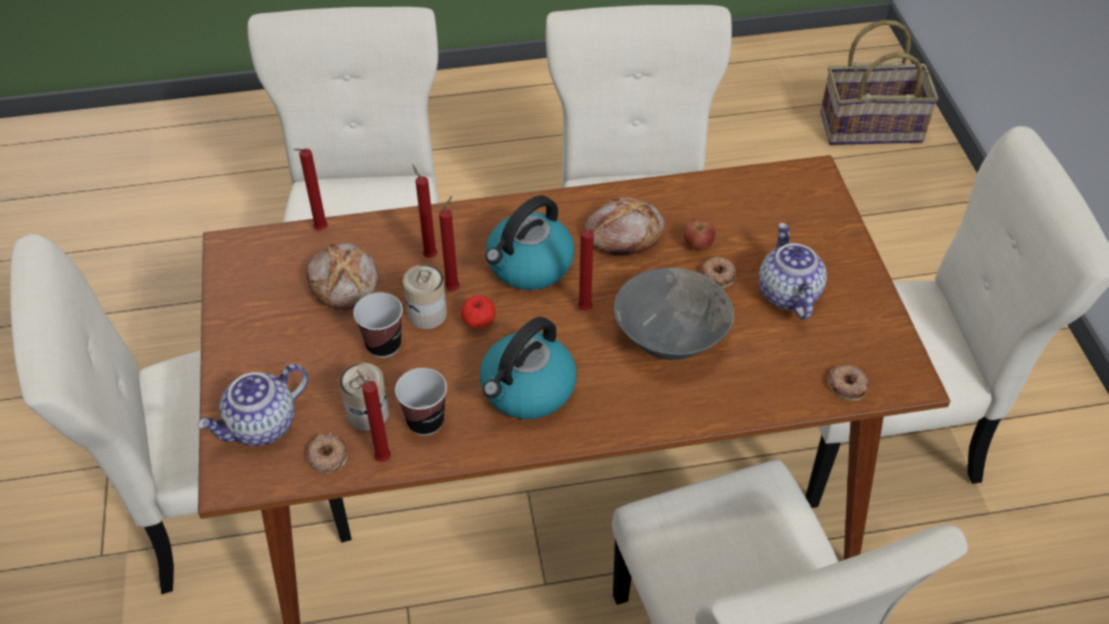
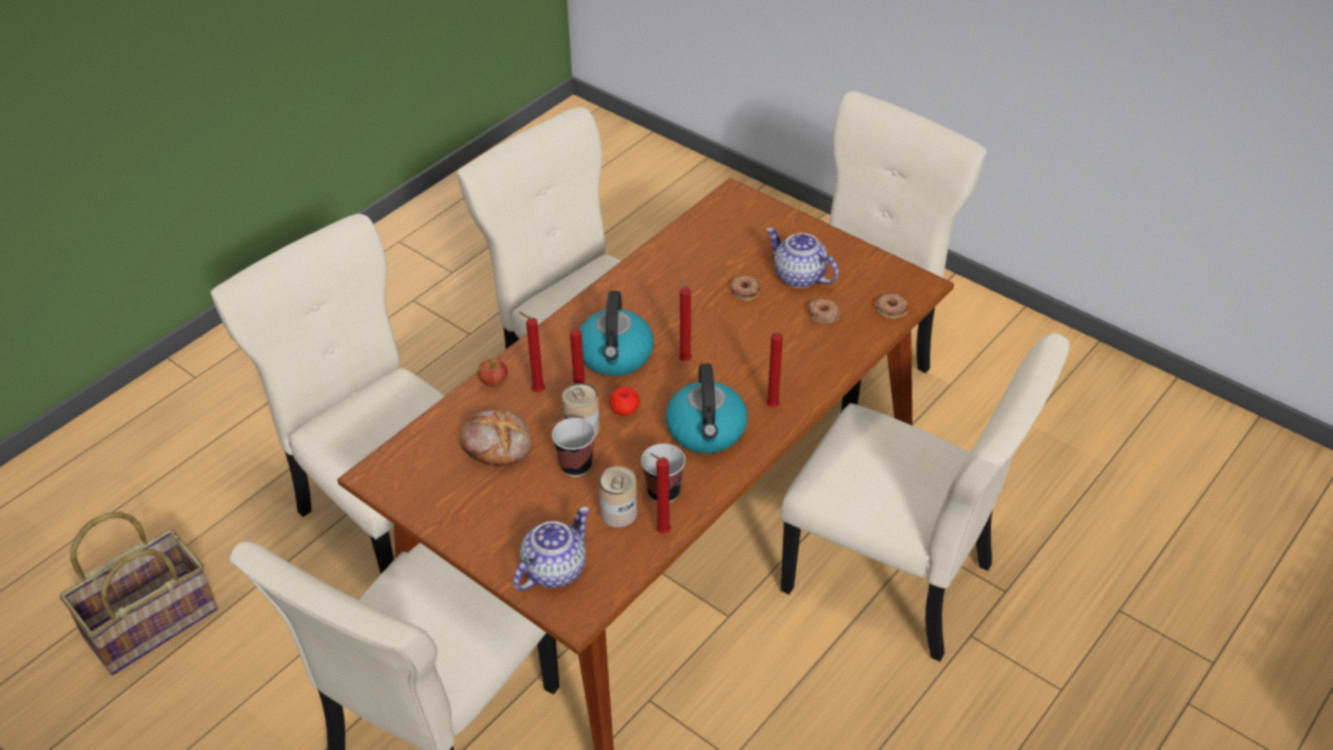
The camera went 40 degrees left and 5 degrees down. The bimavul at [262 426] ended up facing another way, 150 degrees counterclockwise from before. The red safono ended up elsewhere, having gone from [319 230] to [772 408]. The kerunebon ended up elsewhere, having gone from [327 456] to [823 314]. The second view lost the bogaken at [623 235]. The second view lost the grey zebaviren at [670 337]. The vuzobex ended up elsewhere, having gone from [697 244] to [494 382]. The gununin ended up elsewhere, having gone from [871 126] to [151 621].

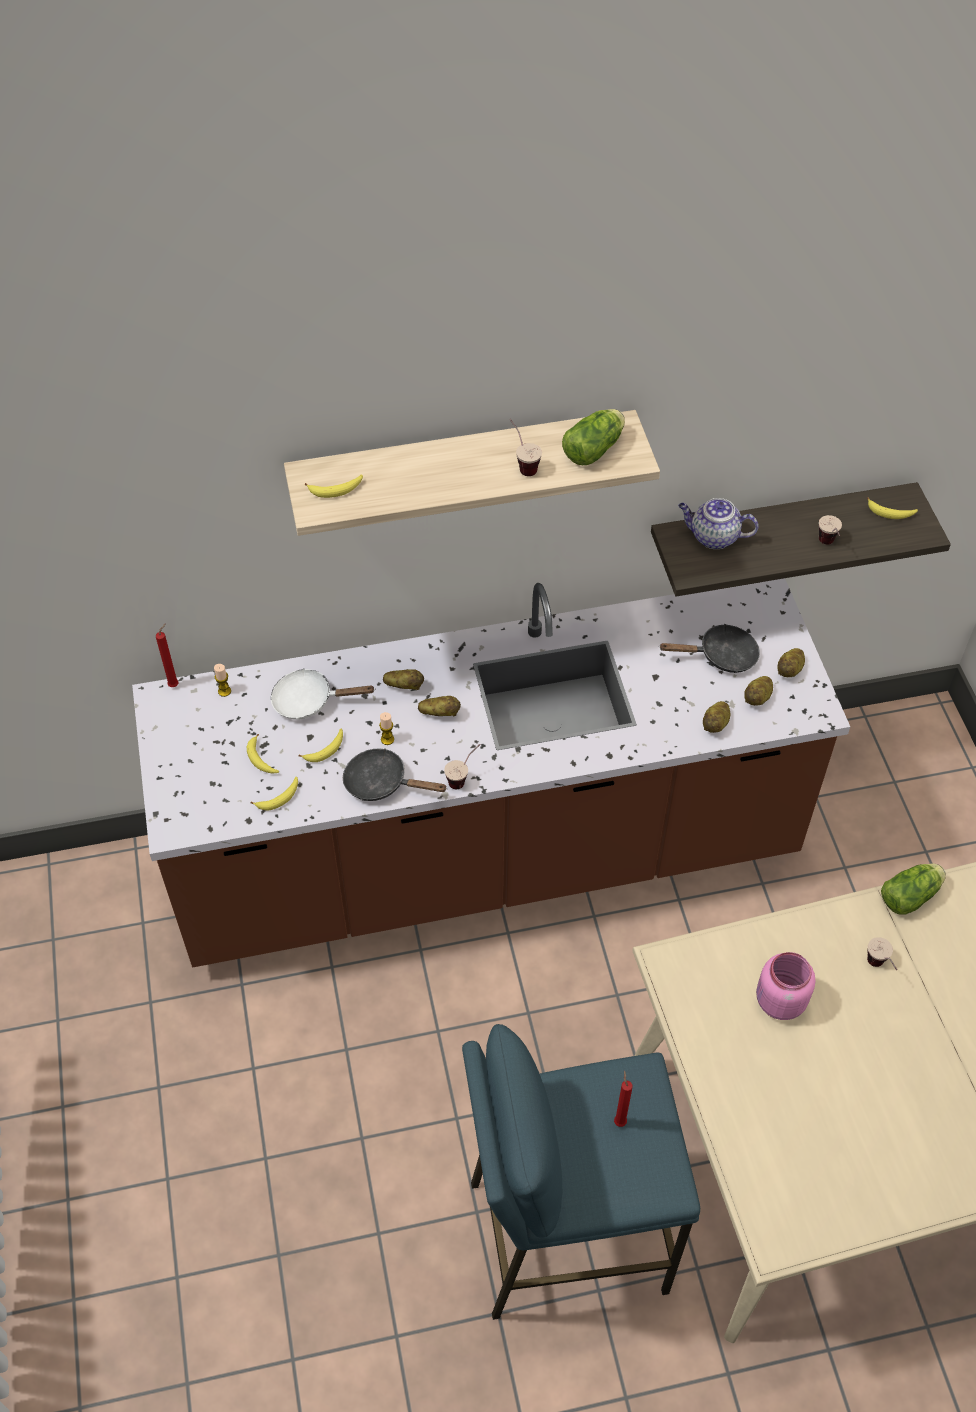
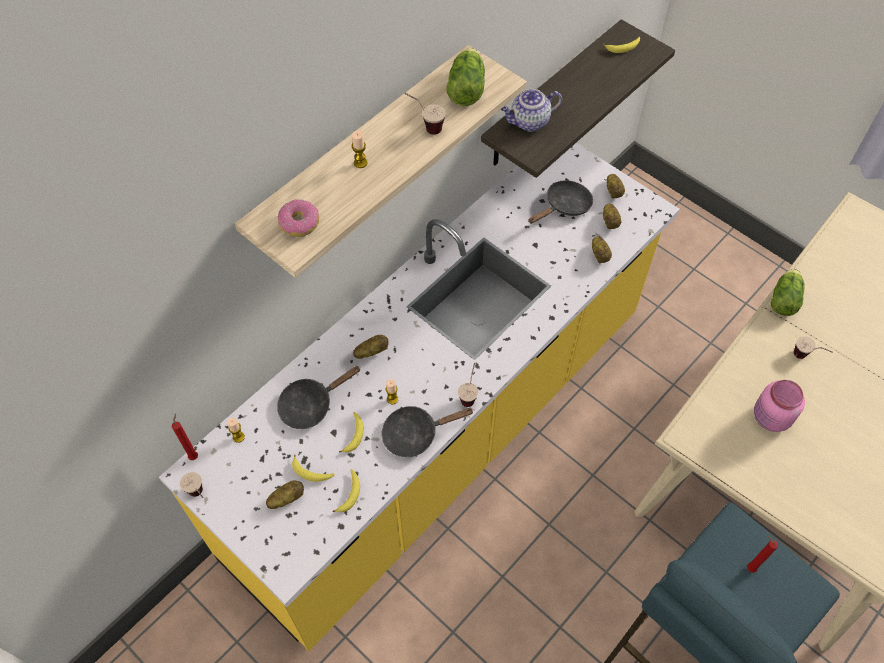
The camera went 35 degrees left and 5 degrees up. What was the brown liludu at [487 856] turned into the yellow liludu at [442 436]. What was the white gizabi at [309 701] turned into the black gizabi at [310 405]. Where the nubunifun stood at [336 490], the kerunebon came to stand at [299 223]. The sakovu ended up elsewhere, having gone from [439 713] to [286 498]. The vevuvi ended up elsewhere, having gone from [828 546] to [200 496]. The second view gained the safono at [360 163].

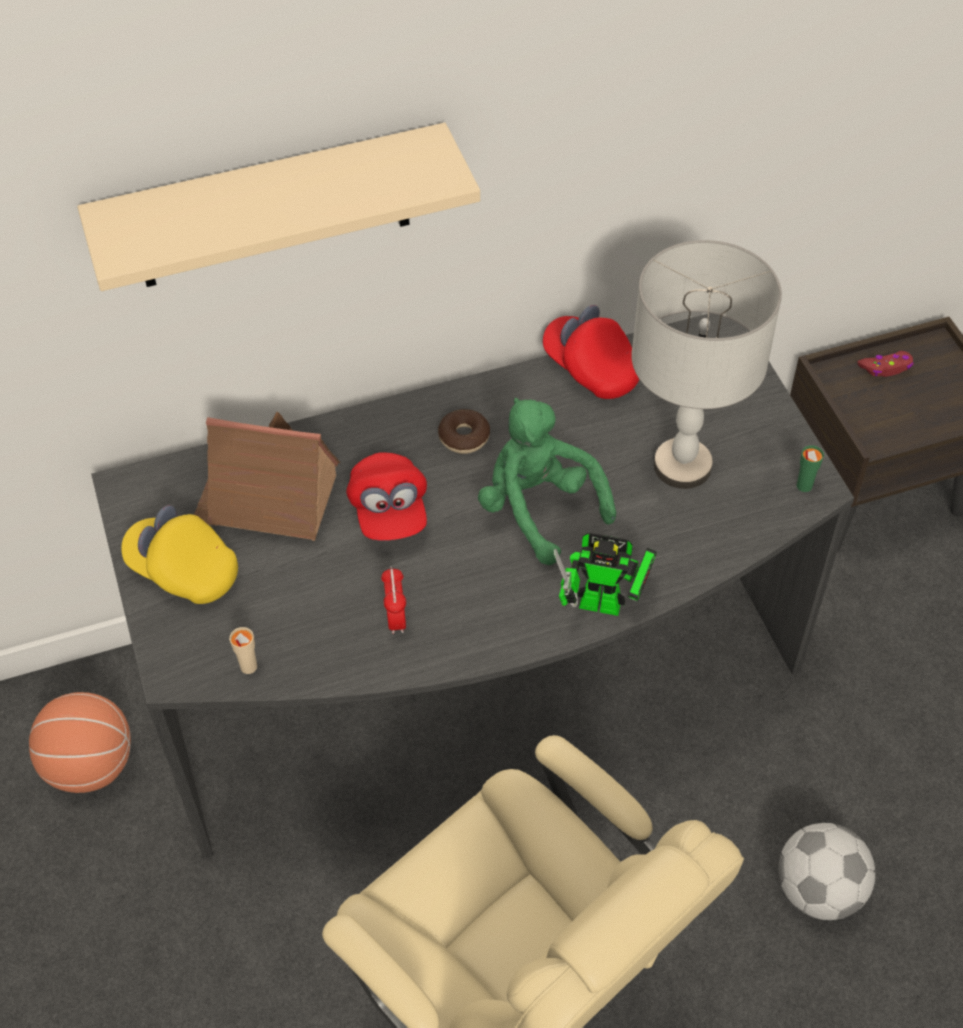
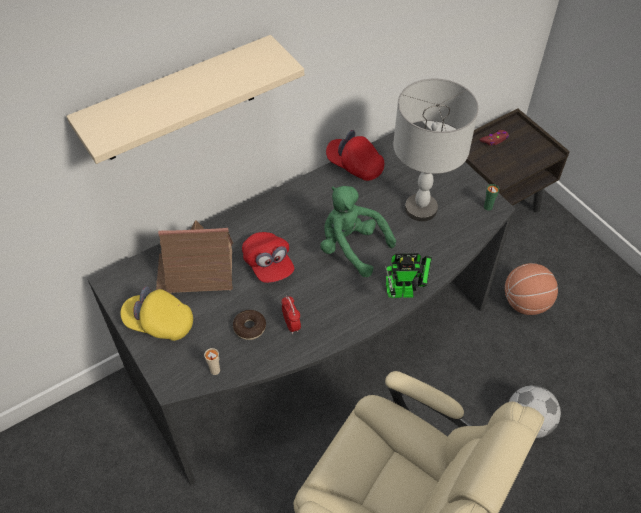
The camera went 15 degrees left and 0 degrees up. The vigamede ended up elsewhere, having gone from [91 765] to [525 303]. The kerunebon ended up elsewhere, having gone from [464 437] to [249 327].

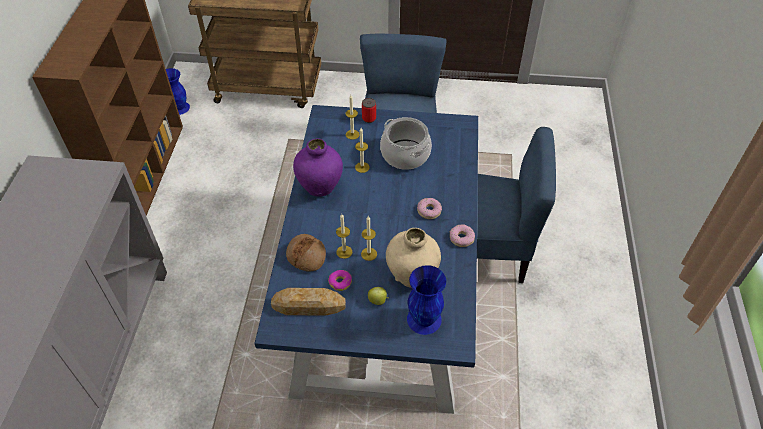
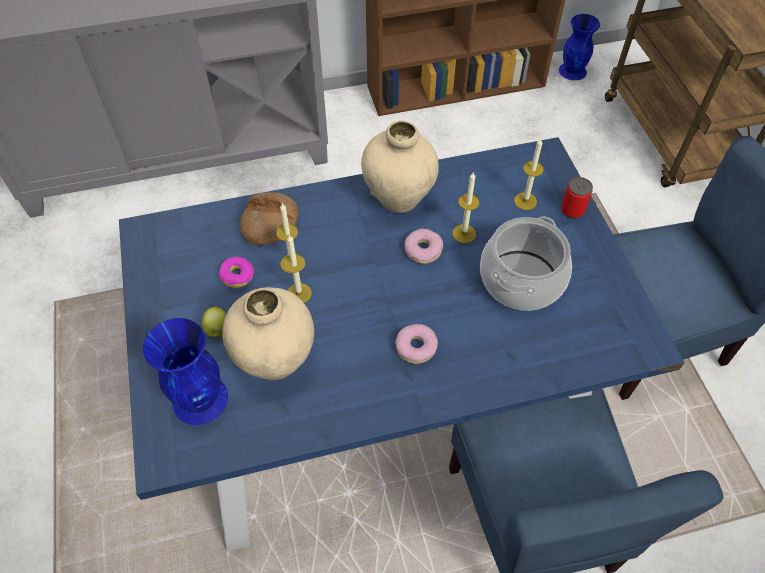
The camera went 70 degrees right and 5 degrees up. The second view lost the bogaken at [308 305]. What was the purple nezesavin at [320 188] turned into the beige nezesavin at [398 198]. The kerunebon ended up elsewhere, having gone from [461 238] to [423 250].

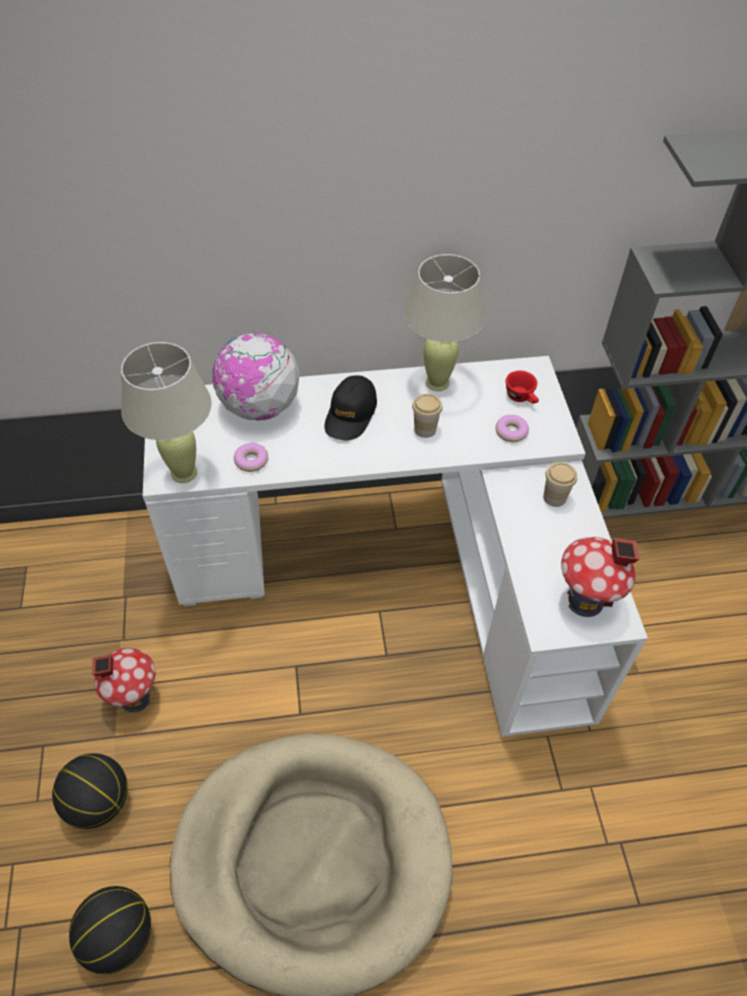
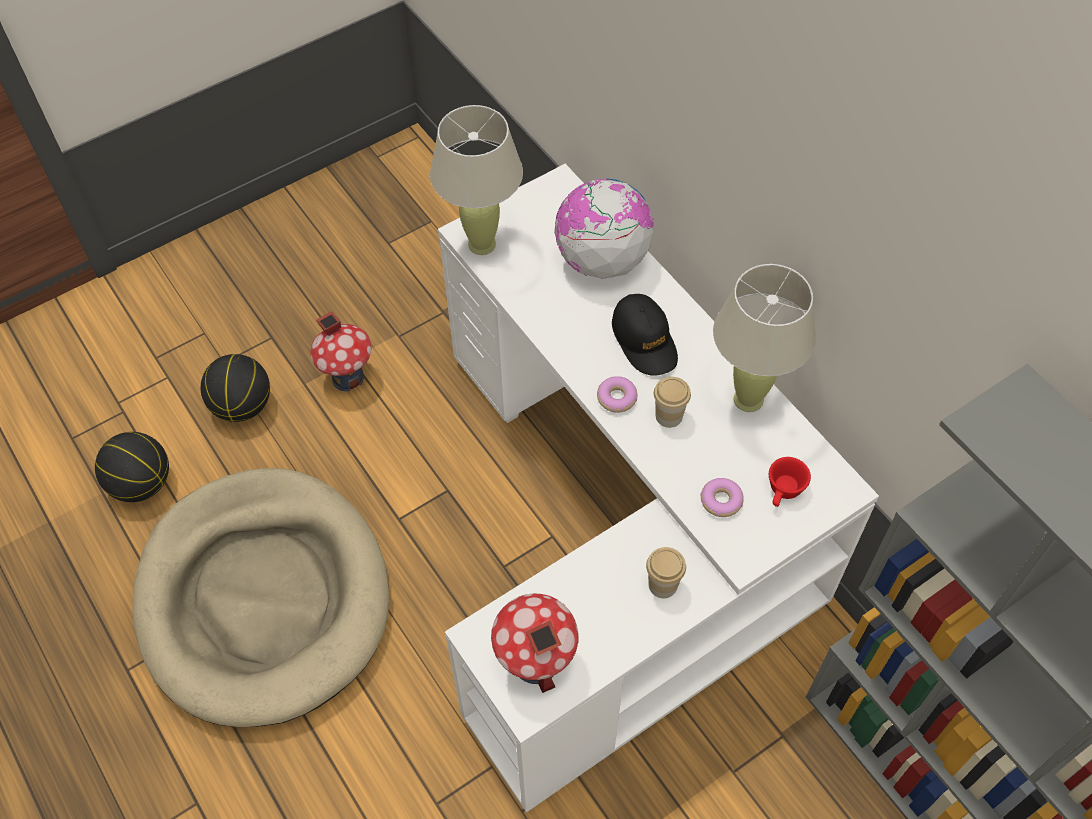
The camera went 65 degrees right and 5 degrees up. The kerunebon ended up elsewhere, having gone from [251 461] to [616 398]. The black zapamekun at [350 414] ended up facing another way, 105 degrees counterclockwise from before.

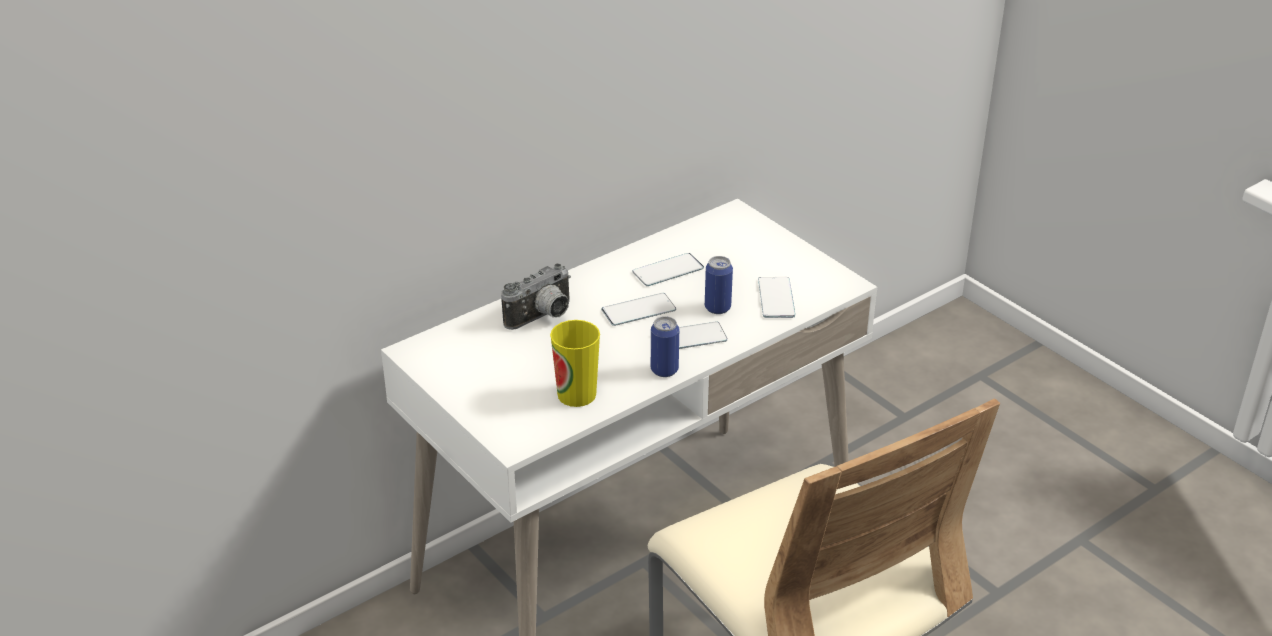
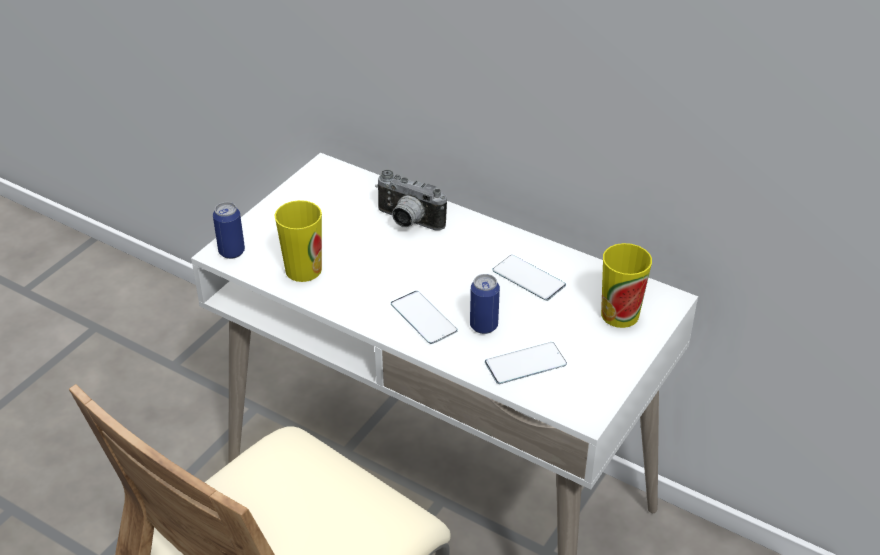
The camera went 70 degrees right and 5 degrees up. The second view lost the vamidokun at [638 310]. The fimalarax ended up elsewhere, having gone from [664 370] to [231 252]. The second view gained the vevuvi at [619 314].

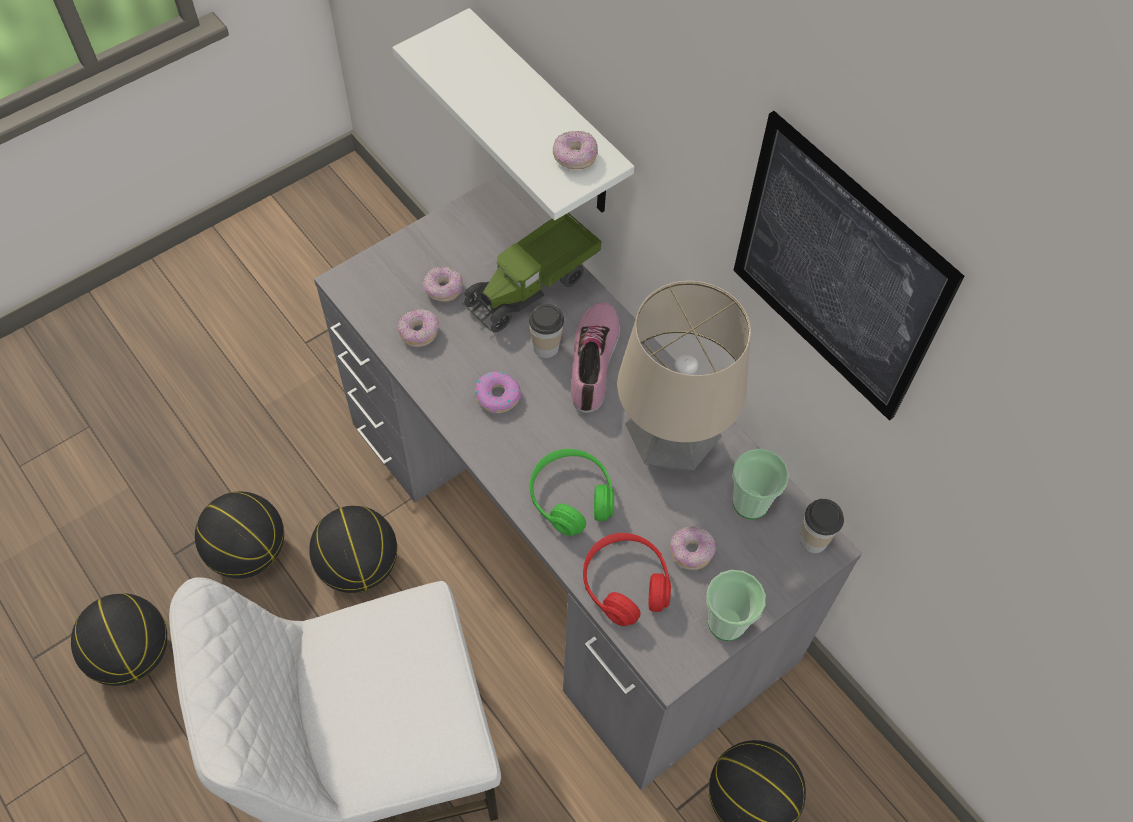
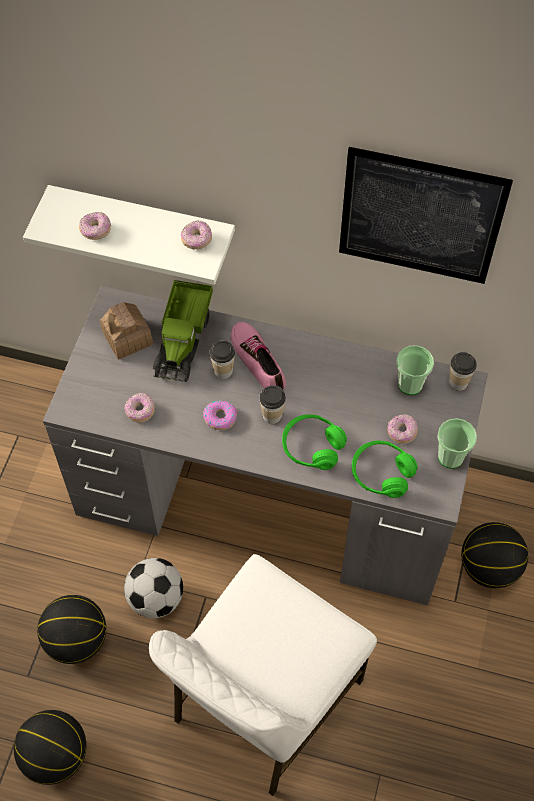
The camera went 35 degrees left and 0 degrees up. Where the vigamede stood at [359 565], the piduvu came to stand at [156 598]. The kerunebon ended up elsewhere, having gone from [443 290] to [96 231]. What was the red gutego at [625 584] turned into the green gutego at [381 473]. The second view lost the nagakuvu at [669 449]. The second view gained the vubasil at [127 338]. The second view gained the vevuvi at [272 415].

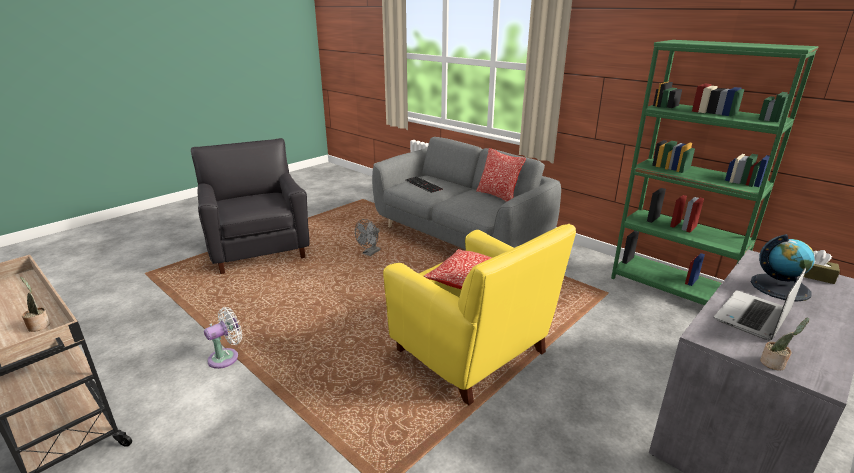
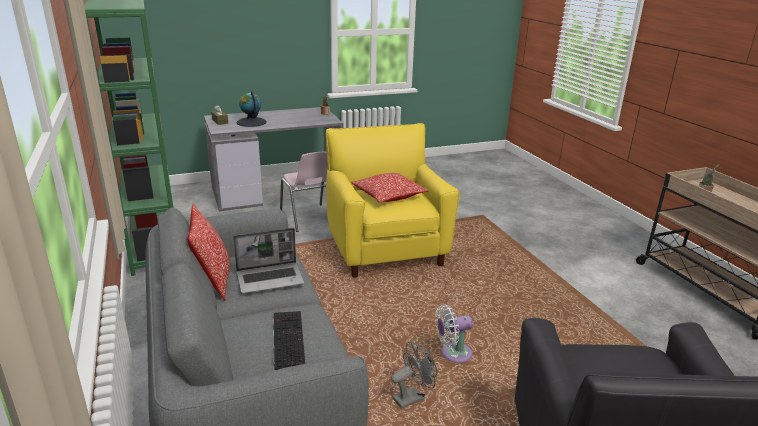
The camera went 155 degrees left and 0 degrees up. The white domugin ended up elsewhere, having gone from [226 357] to [453 354]. The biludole ended up elsewhere, having gone from [753 317] to [270 278]. The second view gained the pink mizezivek at [308 218].

